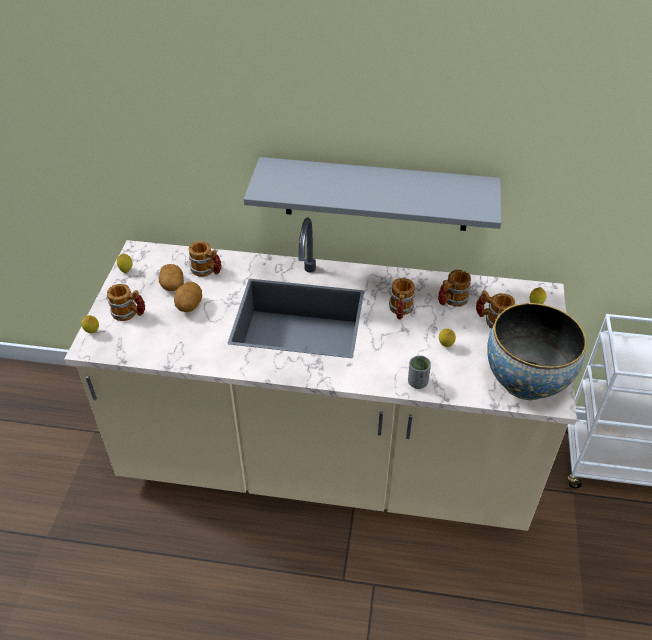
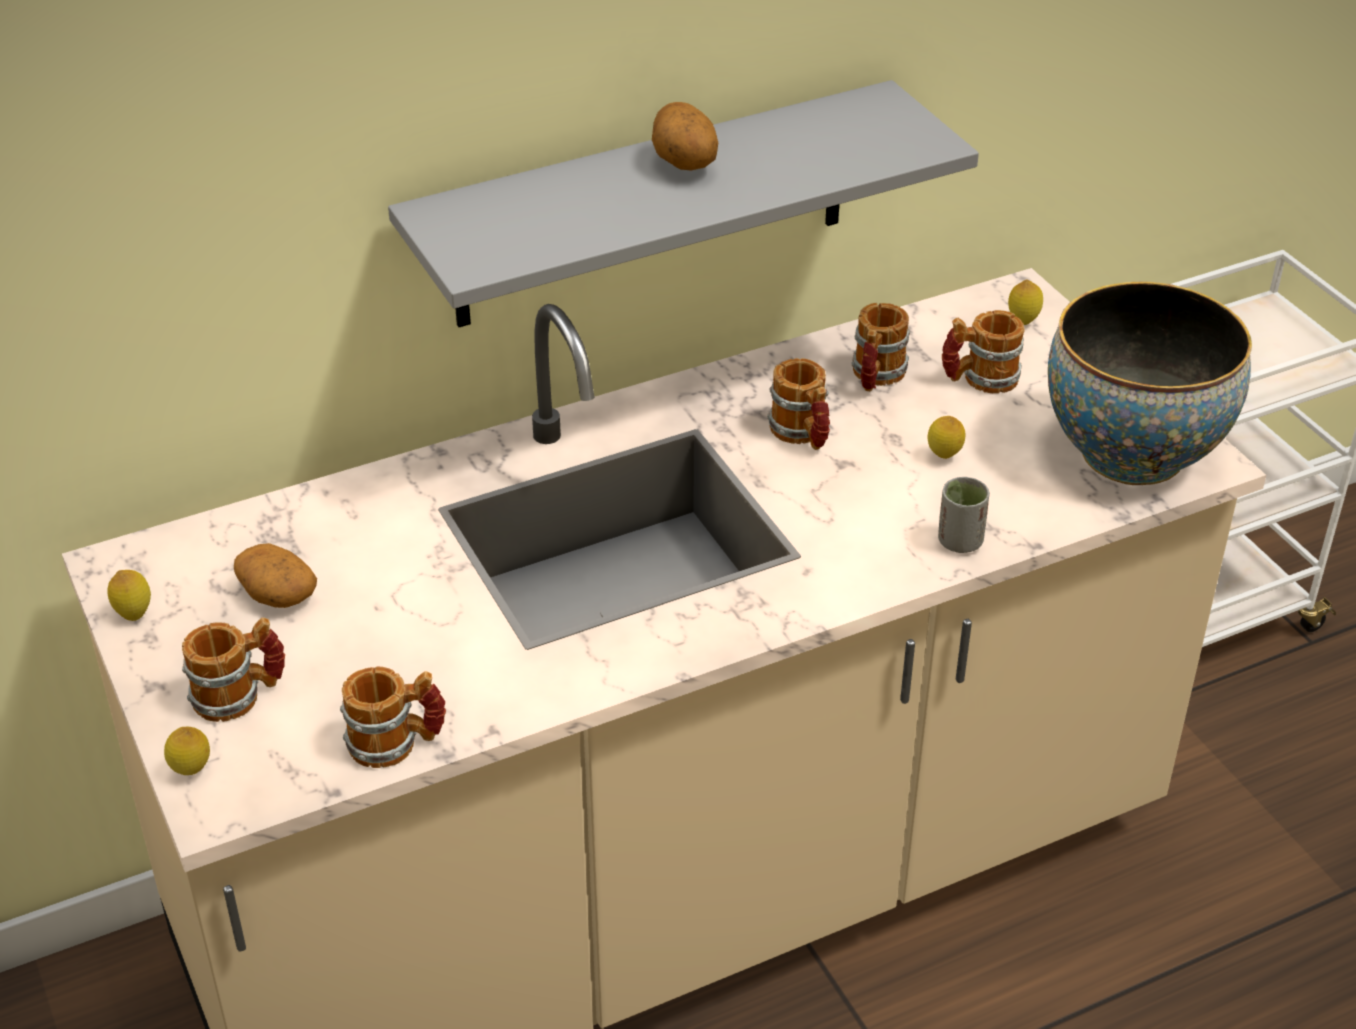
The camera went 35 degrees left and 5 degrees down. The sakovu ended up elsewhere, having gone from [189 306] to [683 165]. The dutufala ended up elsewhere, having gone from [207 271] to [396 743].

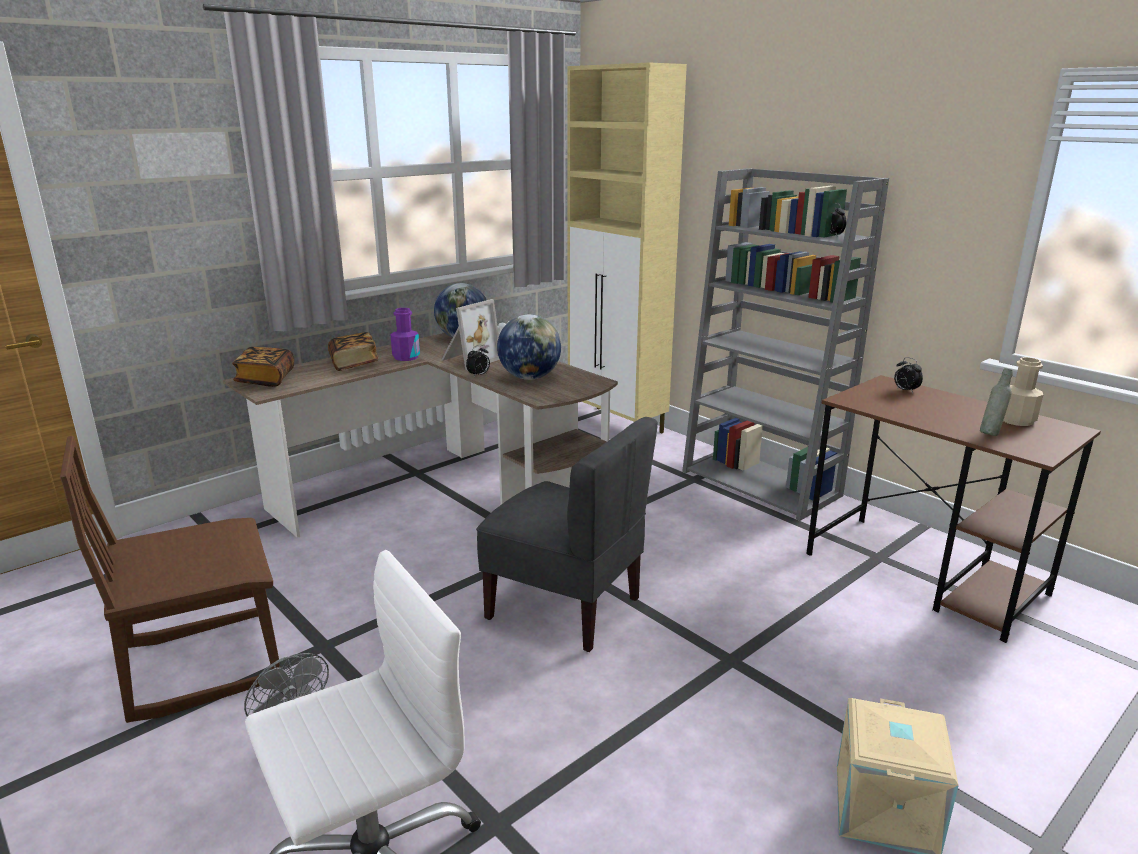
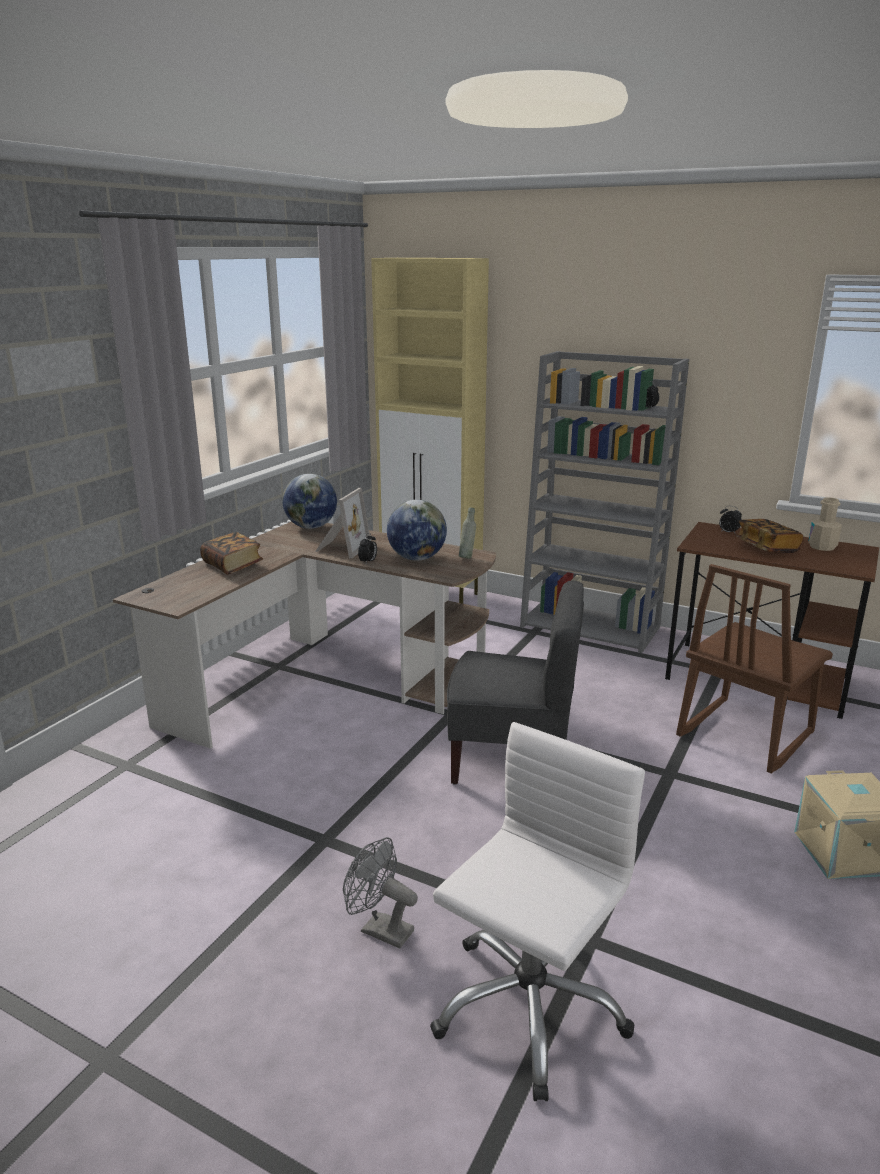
The camera went 20 degrees left and 0 degrees up. The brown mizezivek ended up elsewhere, having gone from [203 663] to [743 734]. The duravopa ended up elsewhere, having gone from [266 379] to [766 548]. The second view lost the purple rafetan at [406 357]. The grey rafetan ended up elsewhere, having gone from [990 433] to [467 557].

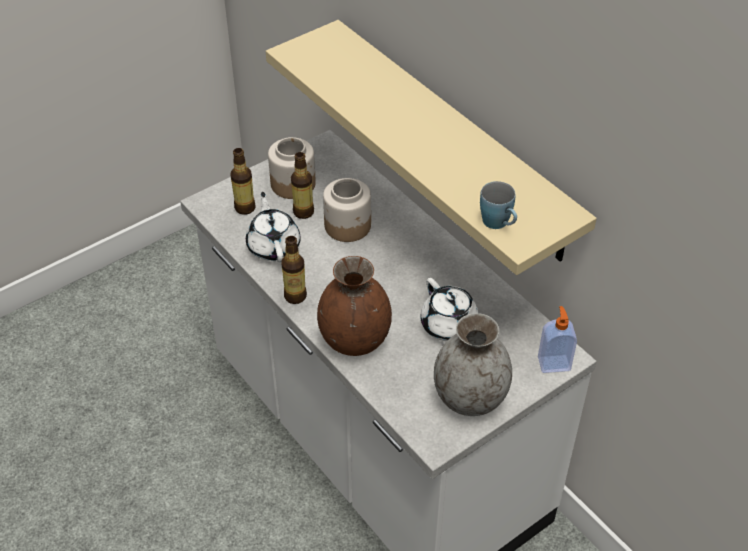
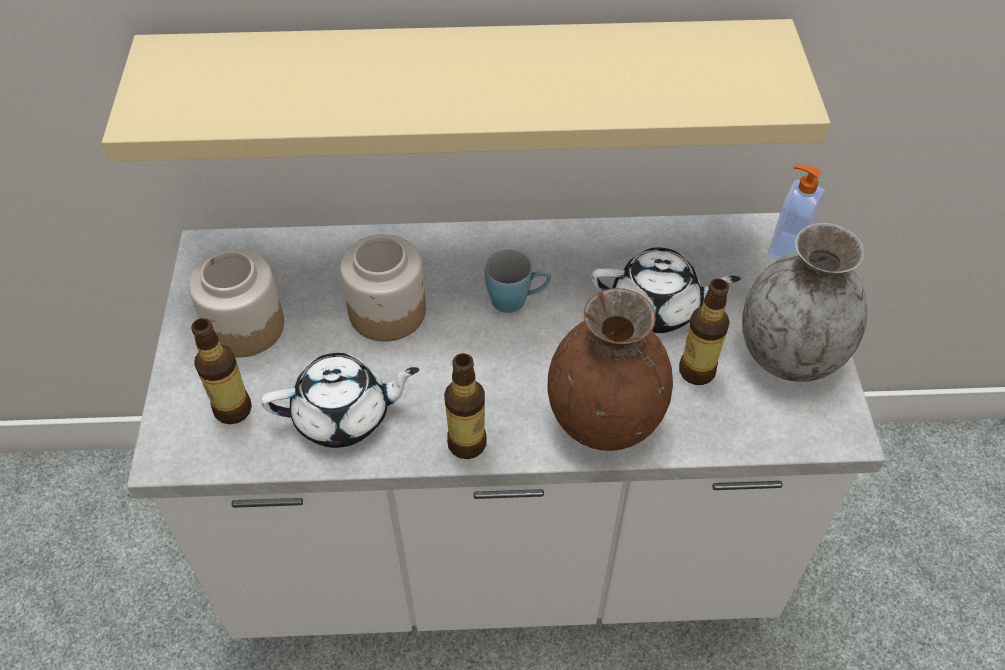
The camera went 55 degrees left and 5 degrees up. The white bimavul at [273 245] ended up facing another way, 150 degrees clockwise from before. The rafetan ended up elsewhere, having gone from [303 212] to [696 371]. The blue dutufala ended up elsewhere, having gone from [499 224] to [517 300].

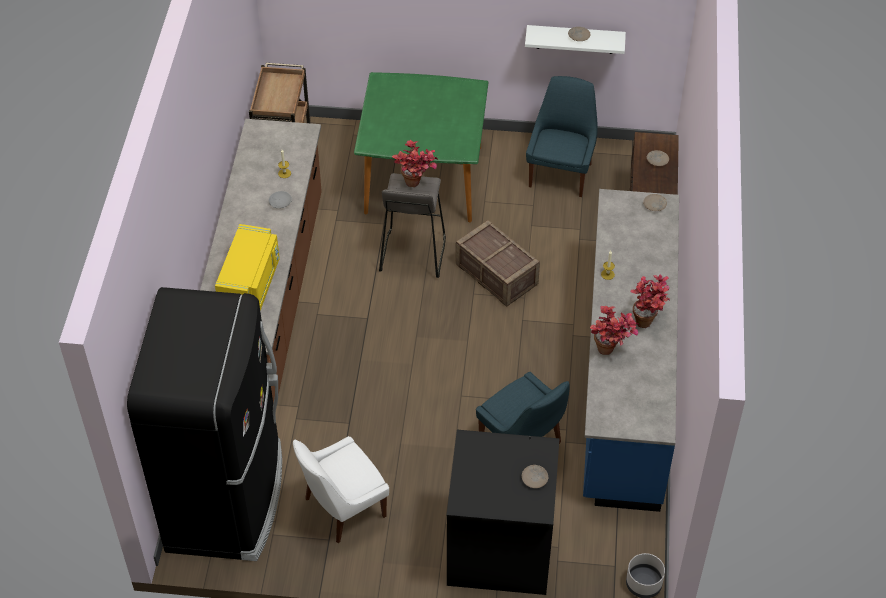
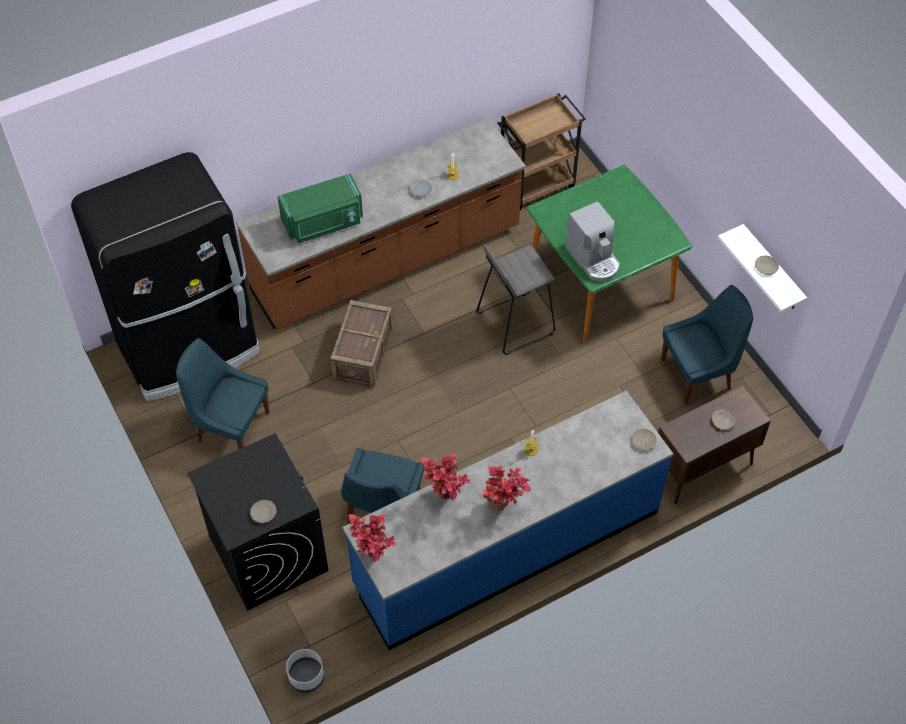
The camera went 55 degrees right and 5 degrees up. What was the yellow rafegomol at [251 284] turned into the green rafegomol at [323 223]. What was the white mizezivek at [342 509] turned into the blue mizezivek at [231 426]. The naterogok ended up elsewhere, having gone from [417 185] to [373 557]. The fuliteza ended up elsewhere, having gone from [495 275] to [362 353]. The second view gained the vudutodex at [593 259].

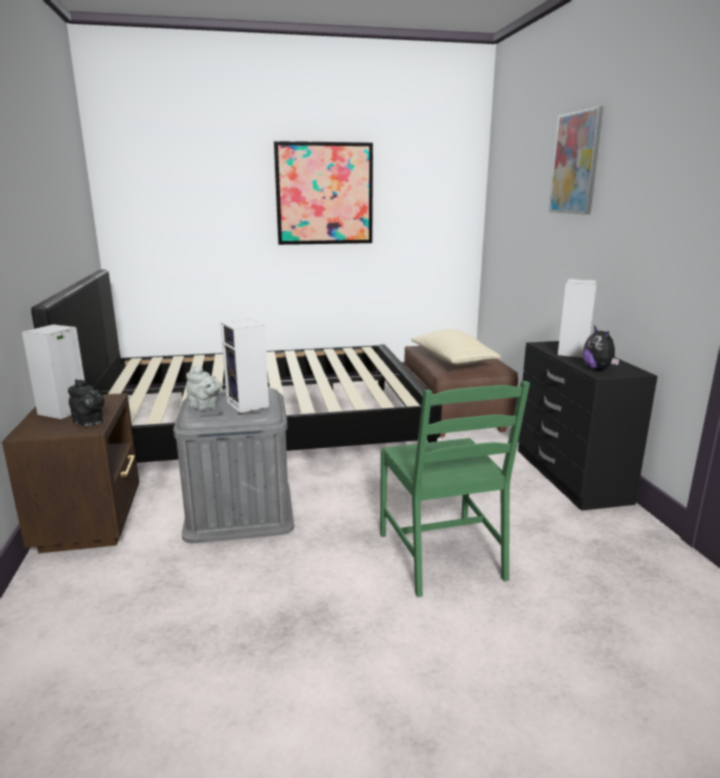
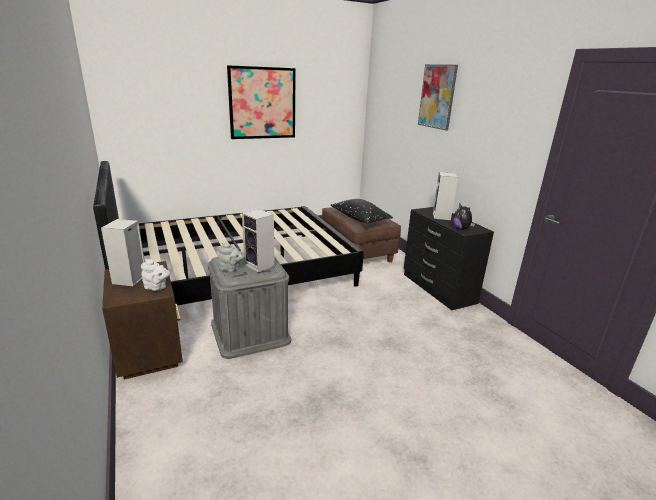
The camera went 15 degrees left and 5 degrees up. What was the black bimavul at [89 422] turned into the white bimavul at [157 287]. The second view lost the green mizezivek at [443 556]. What was the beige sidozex at [452 361] turned into the black sidozex at [359 219].

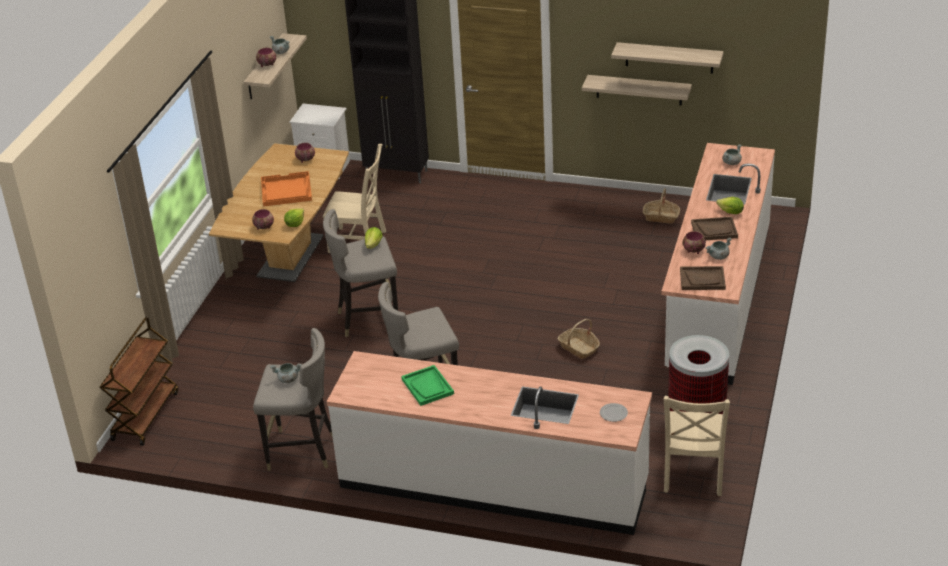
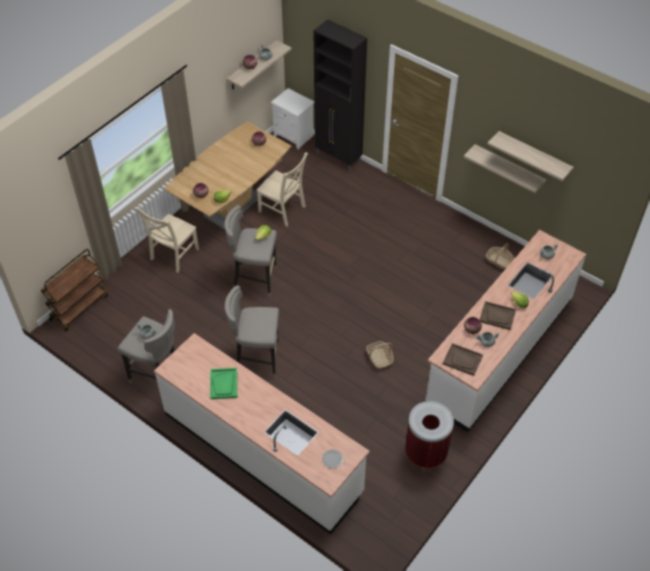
The camera went 20 degrees right and 15 degrees up. The second view lost the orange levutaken at [286 190]. The beige mizezivek ended up elsewhere, having gone from [693 476] to [173 255].

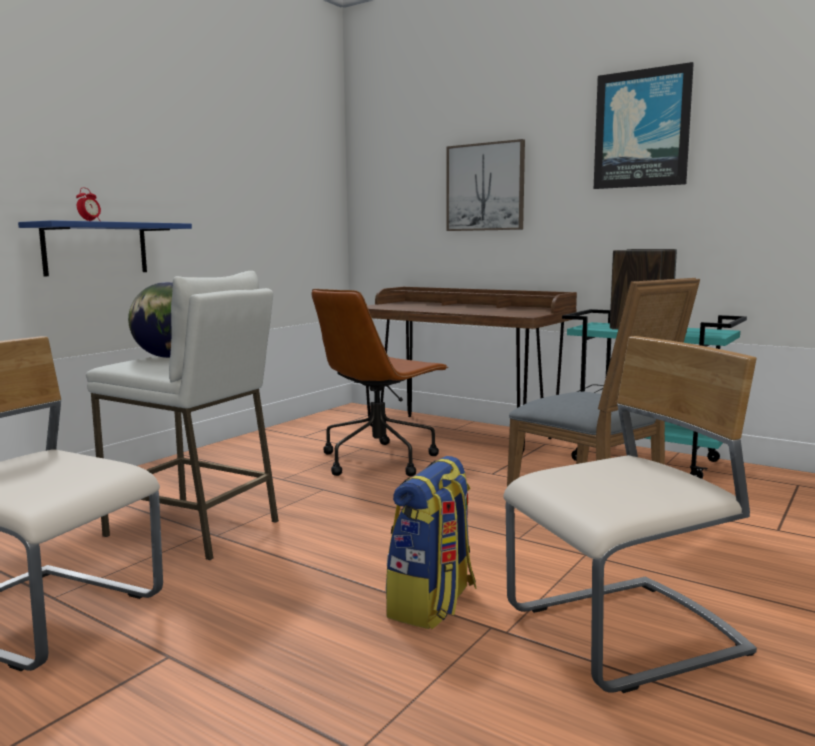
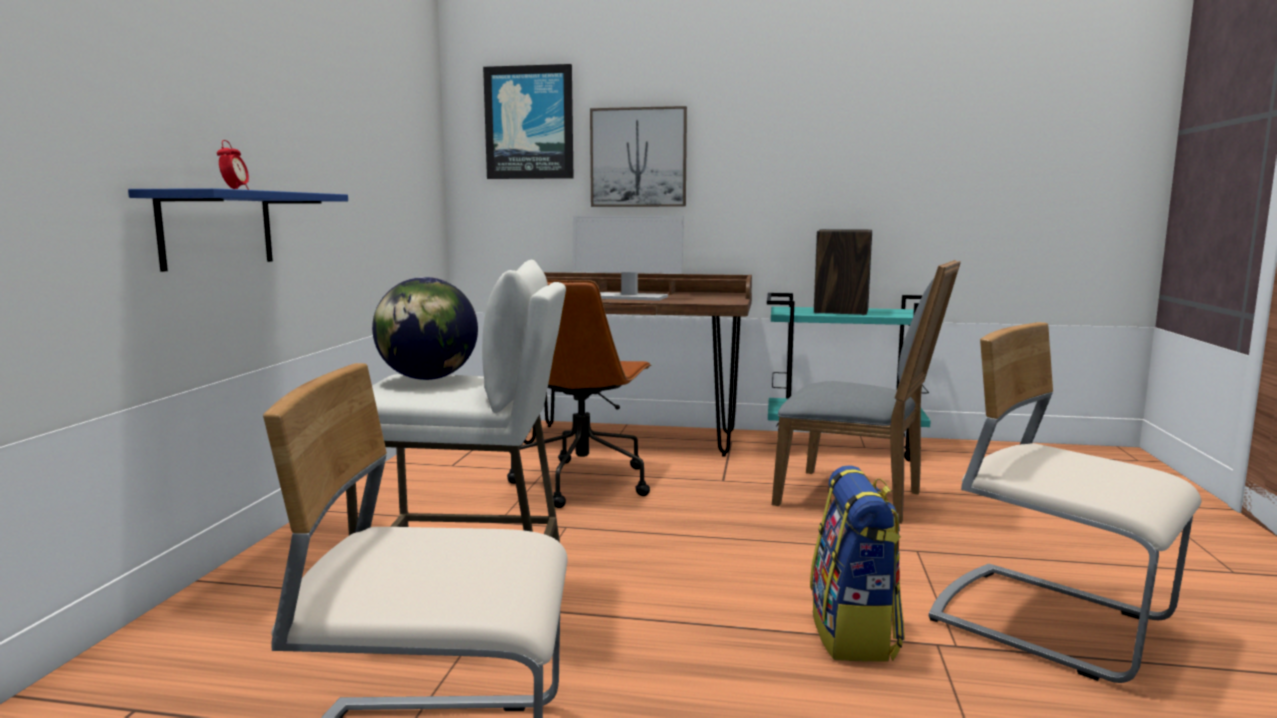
The camera went 25 degrees left and 0 degrees up. The beige mizezivek at [626 635] ended up facing another way, 90 degrees counterclockwise from before. The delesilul ended up elsewhere, having gone from [642 129] to [529 123]. The second view gained the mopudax at [627 297].

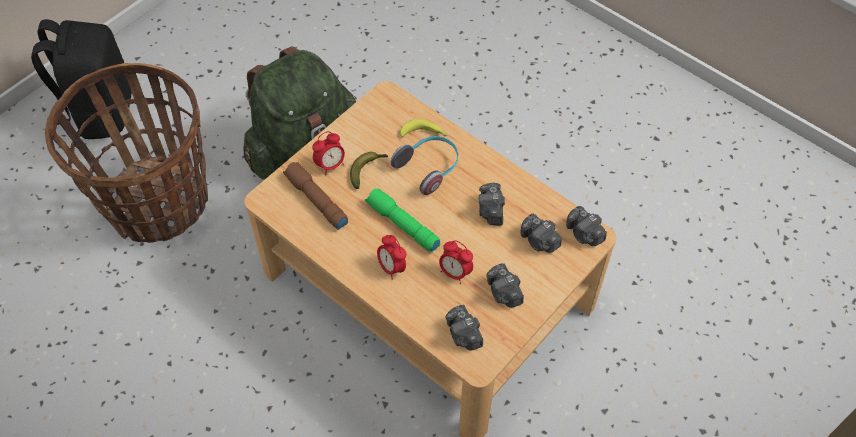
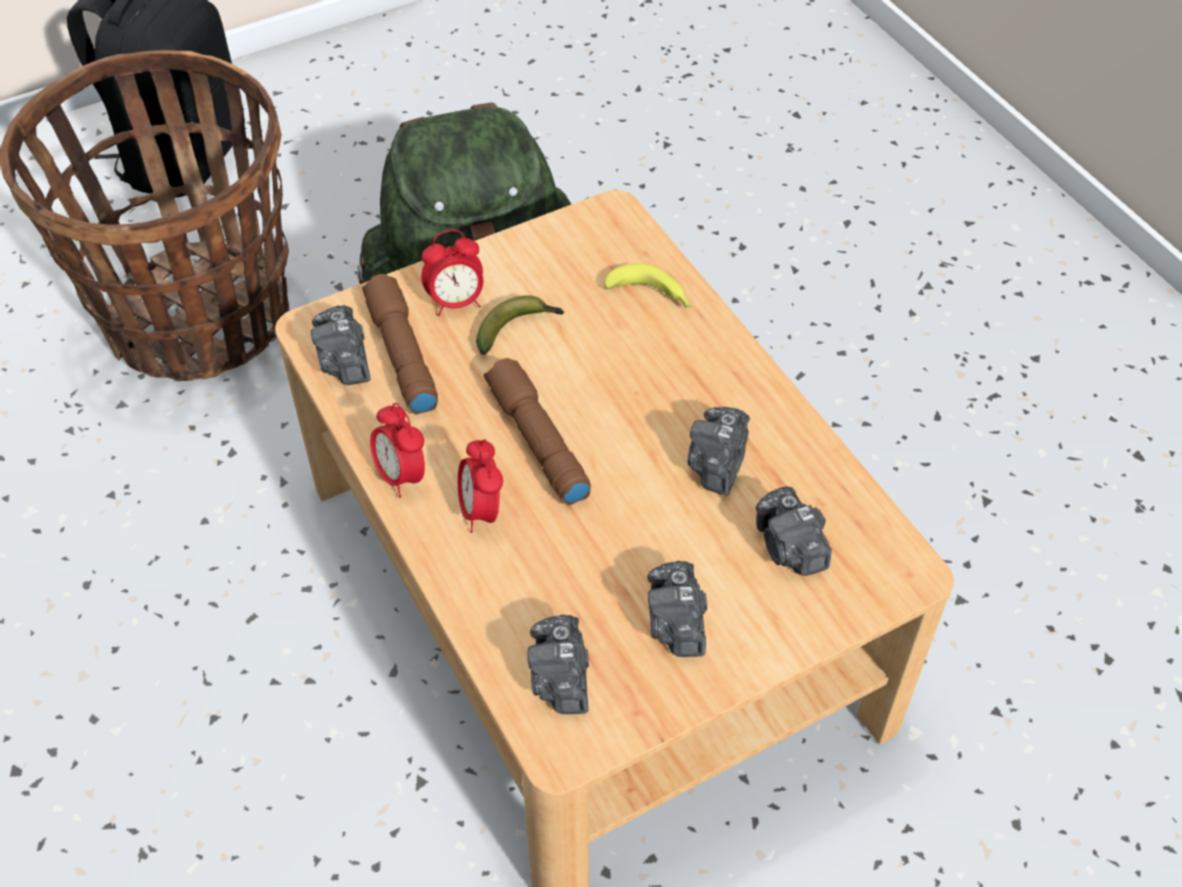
The camera went 20 degrees right and 5 degrees down. What was the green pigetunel at [402 225] turned into the brown pigetunel at [536 441]. The second view lost the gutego at [429 168]. The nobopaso ended up elsewhere, having gone from [455 272] to [401 476]. The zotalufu ended up elsewhere, having gone from [584 234] to [345 362].

